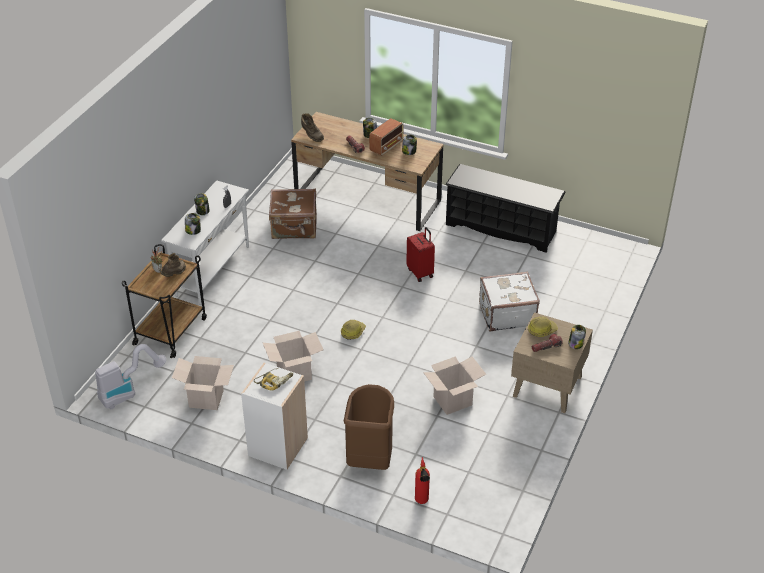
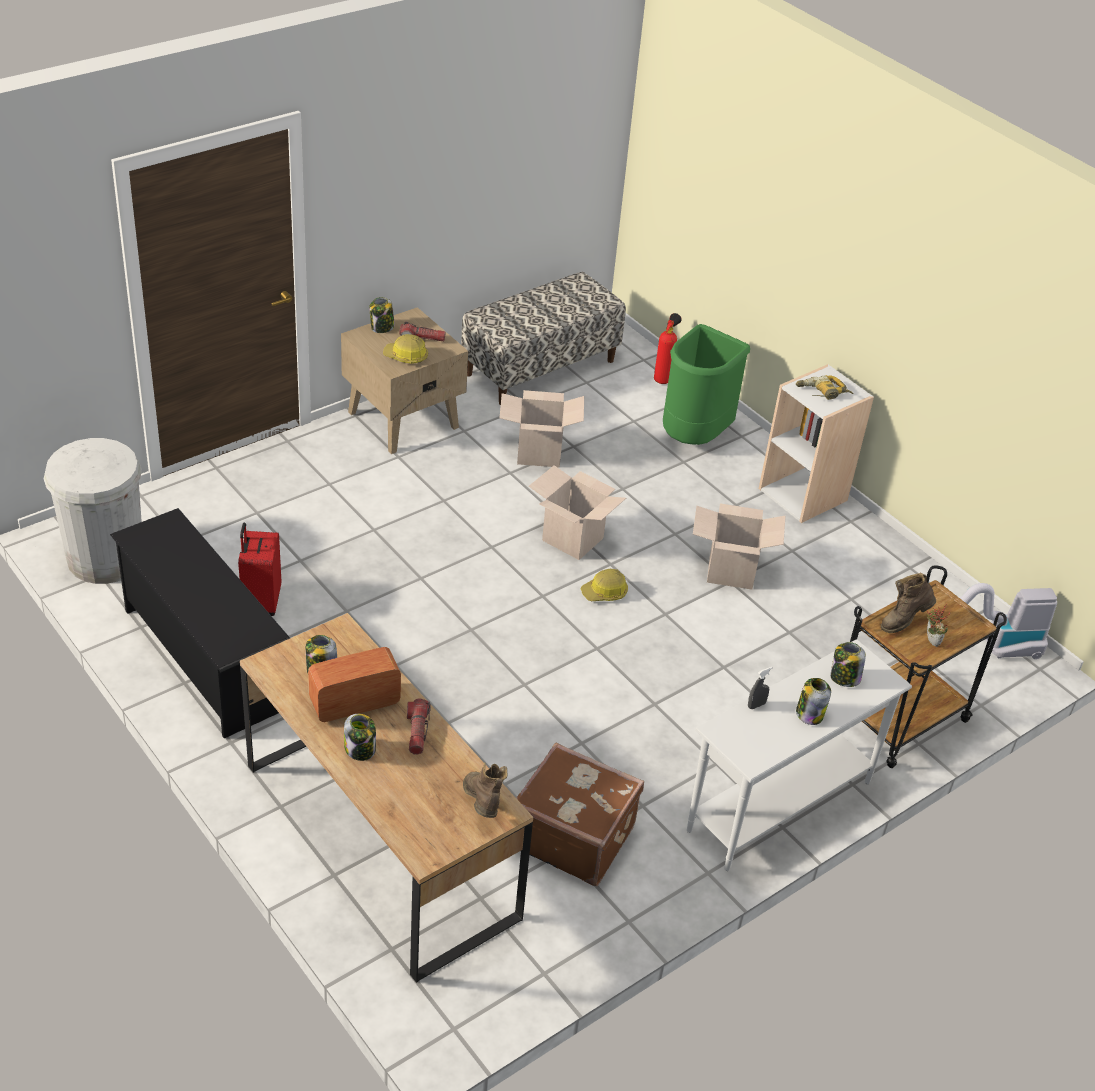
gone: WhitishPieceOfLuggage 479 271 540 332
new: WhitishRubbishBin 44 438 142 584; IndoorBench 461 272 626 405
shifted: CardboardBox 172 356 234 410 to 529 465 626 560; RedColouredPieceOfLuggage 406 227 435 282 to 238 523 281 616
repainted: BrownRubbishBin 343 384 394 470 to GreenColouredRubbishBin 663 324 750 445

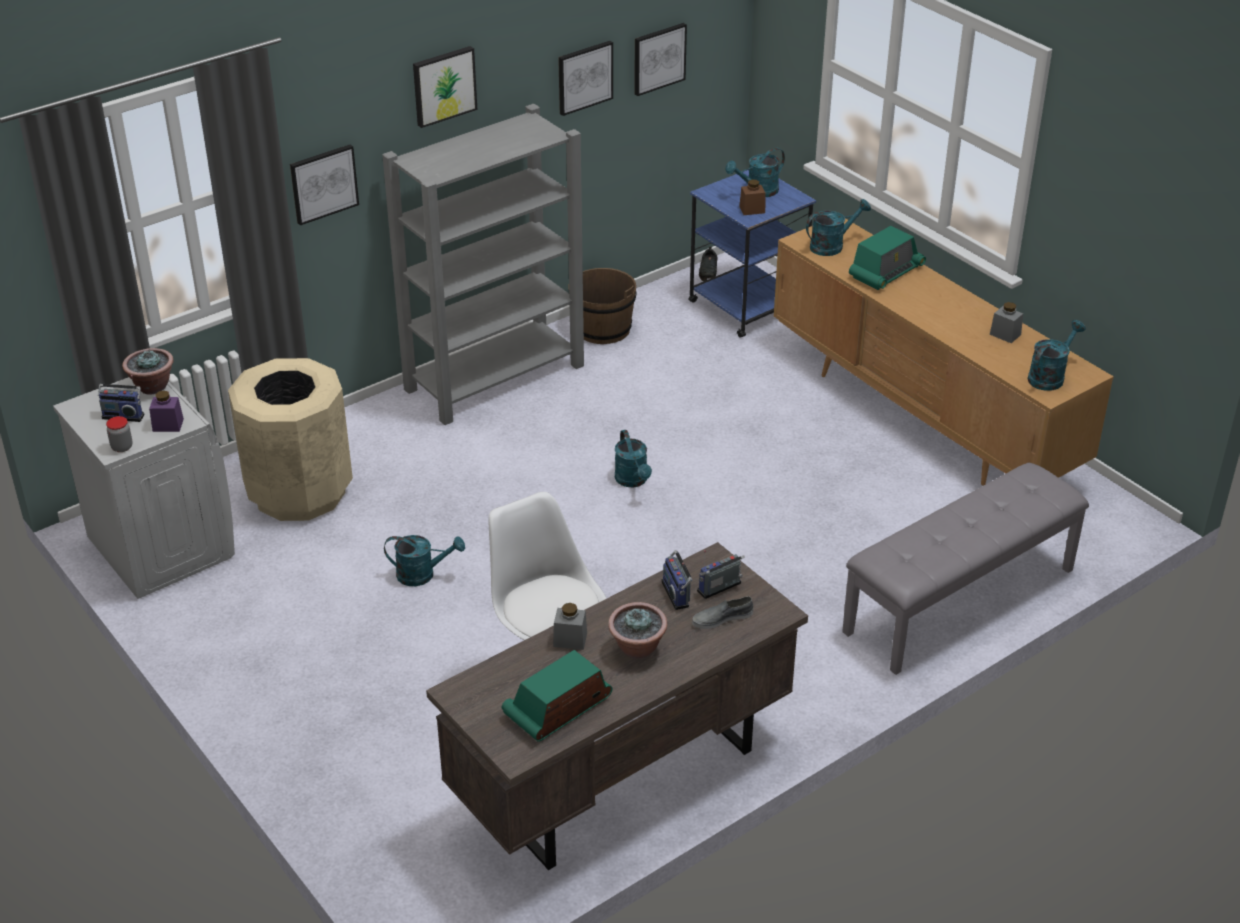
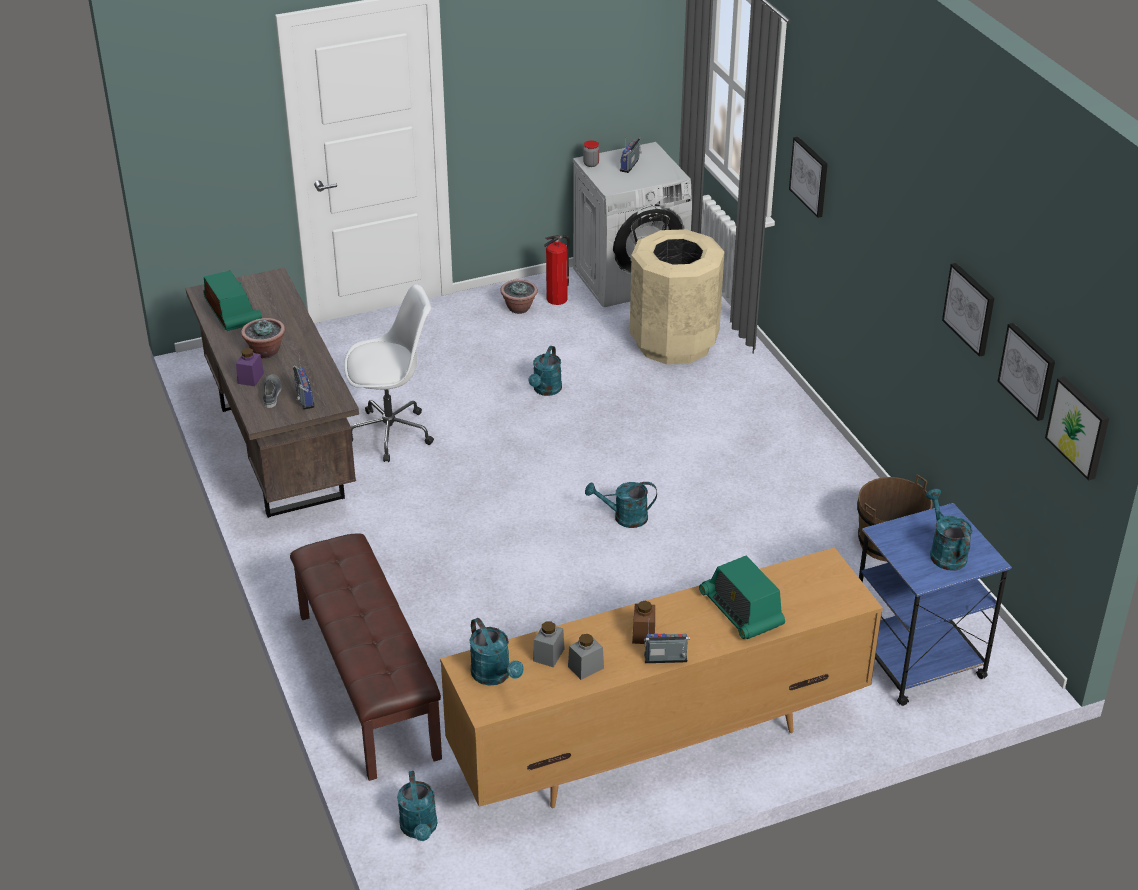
gone: GrayShelvingUnit 382 104 584 425; BlackColouredItemOfFootwear 699 247 717 282
new: FireExtinguisher 544 235 570 305
shifted: Houseplant 122 348 174 395 to 501 280 538 314; PurplishJar 149 390 184 432 to 236 348 264 386; WallArt 413 46 477 128 to 1045 377 1109 481; GrayJar 553 603 587 650 to 533 622 565 668; RadioReceiver 662 550 692 610 to 644 618 690 663; BrownJar 739 179 765 215 to 632 601 655 644; TurquoiseColouredSprinklingCan 806 199 871 256 to 397 771 437 841
repainted: GrayIndoorBench 842 463 1089 675 to BrownIndoorBench 290 534 442 781

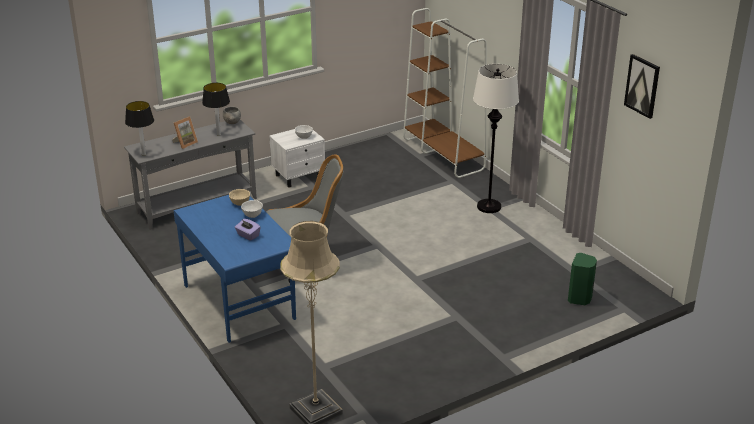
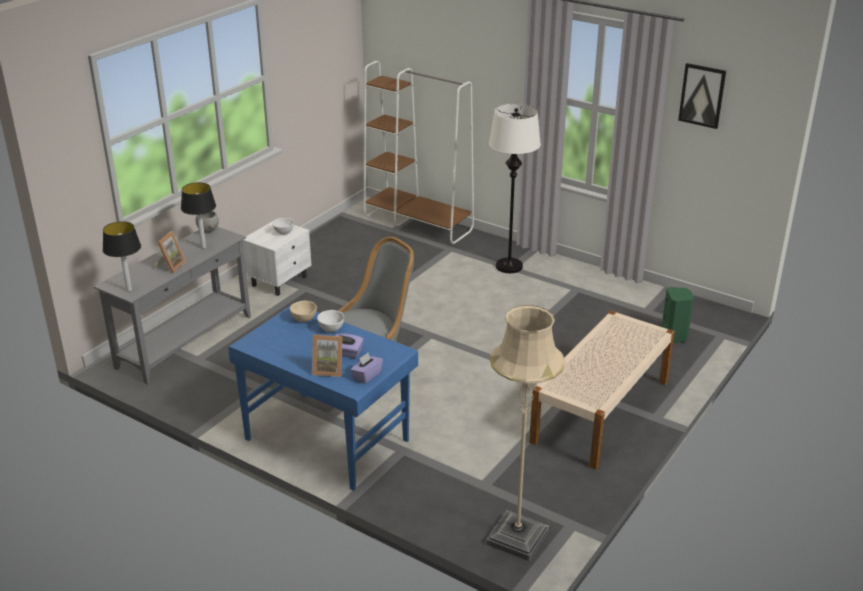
new: PhotoFrame 312 335 342 377; PurplishBoxOfTissues 350 352 383 383; BeigeIndoorBench 529 310 675 470

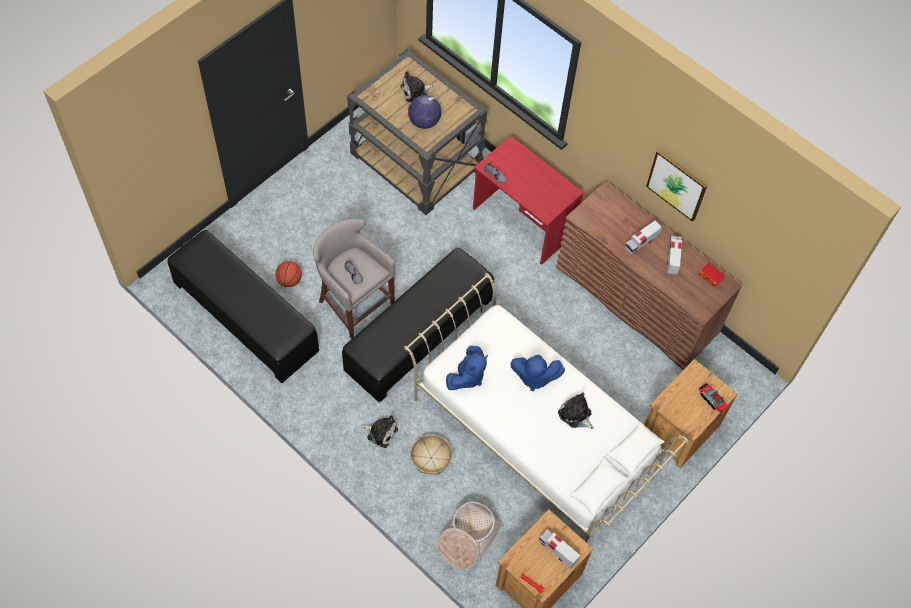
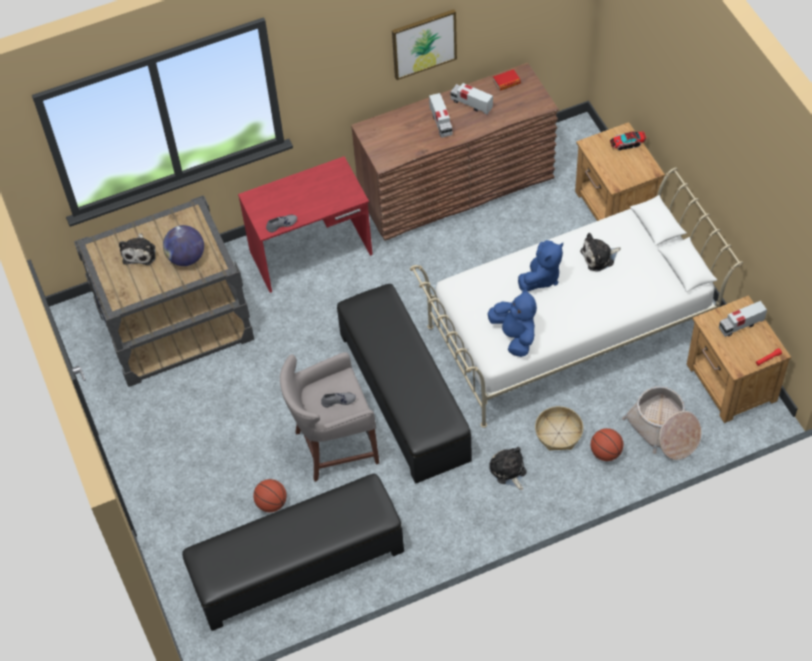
new: Basketball 590 428 623 461
rotated: CuddlyToy 361 415 398 448 = 490 447 527 490 75 degrees counterclockwise

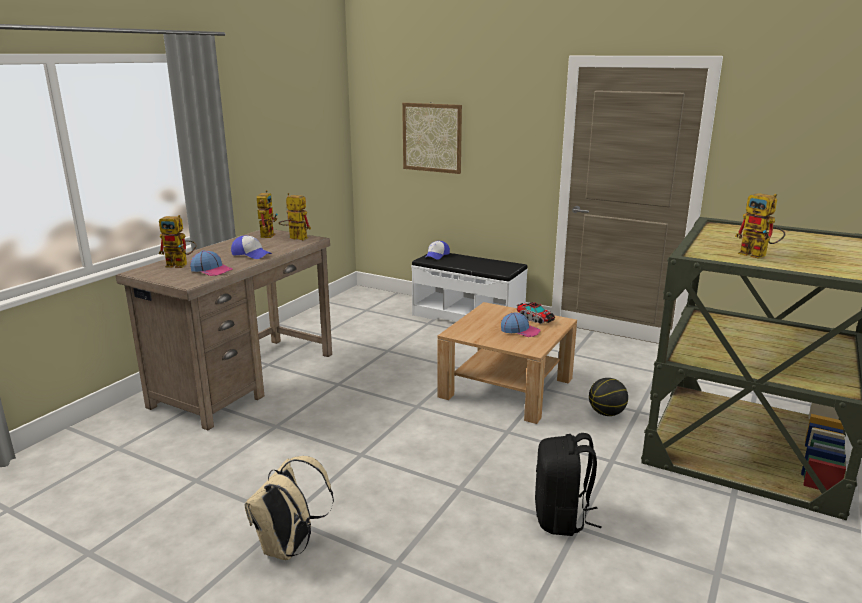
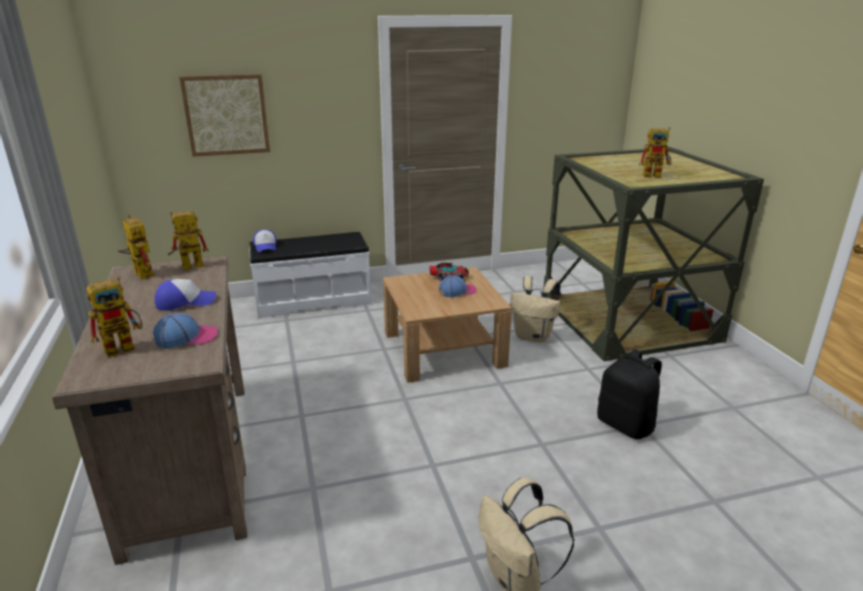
swapped: Basketball 589 378 628 416 to BeigeBackpack 510 276 560 343

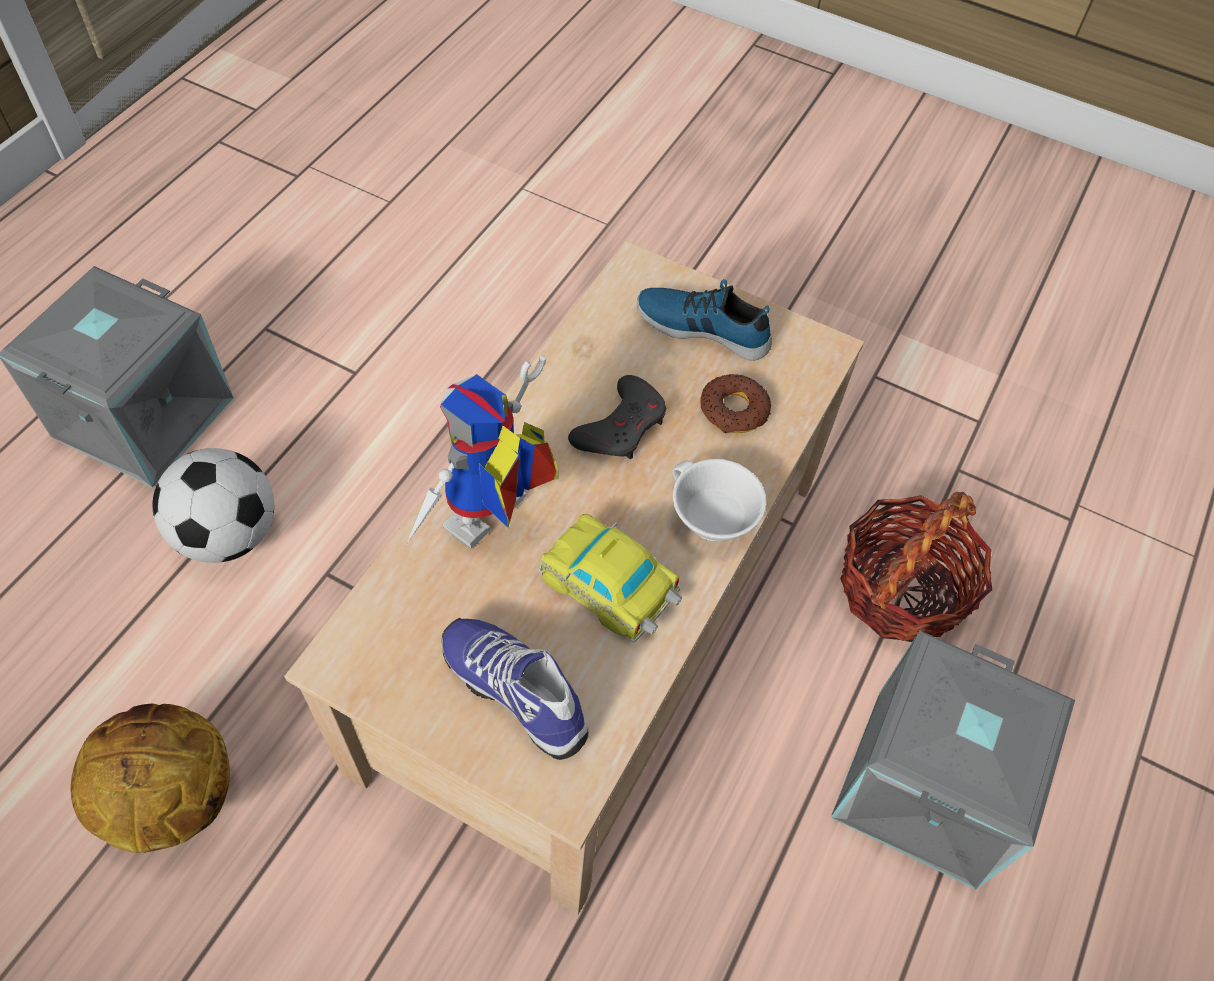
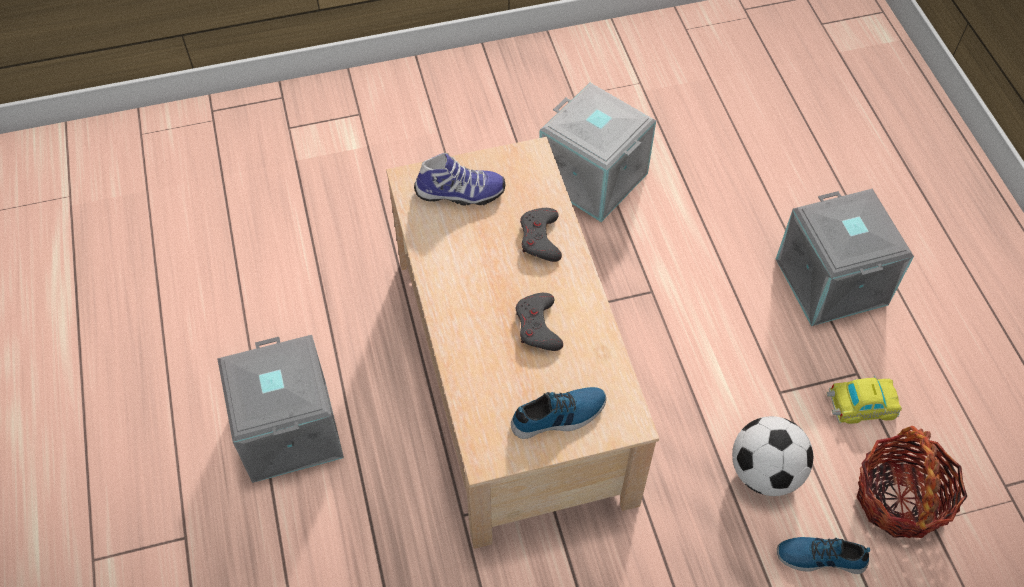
gone: WhitishCup 672 459 767 541; Doughnut 701 374 771 433
new: ItemOfFootwear 777 537 870 574
shifted: Football 152 448 274 563 to 732 416 813 496; MiniatureCar 539 514 682 643 to 827 375 902 424; Basket 840 492 992 642 to 857 426 967 538
swapped: Basketball 71 704 230 853 to GrayStorageContainer 539 83 656 222; ToyRobot 405 355 559 549 to GrayGameController 520 208 562 262

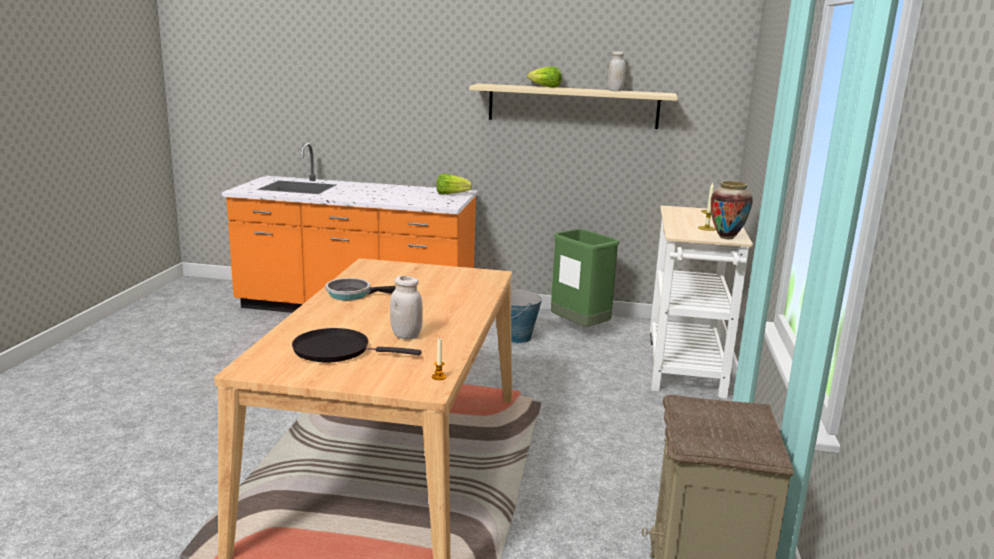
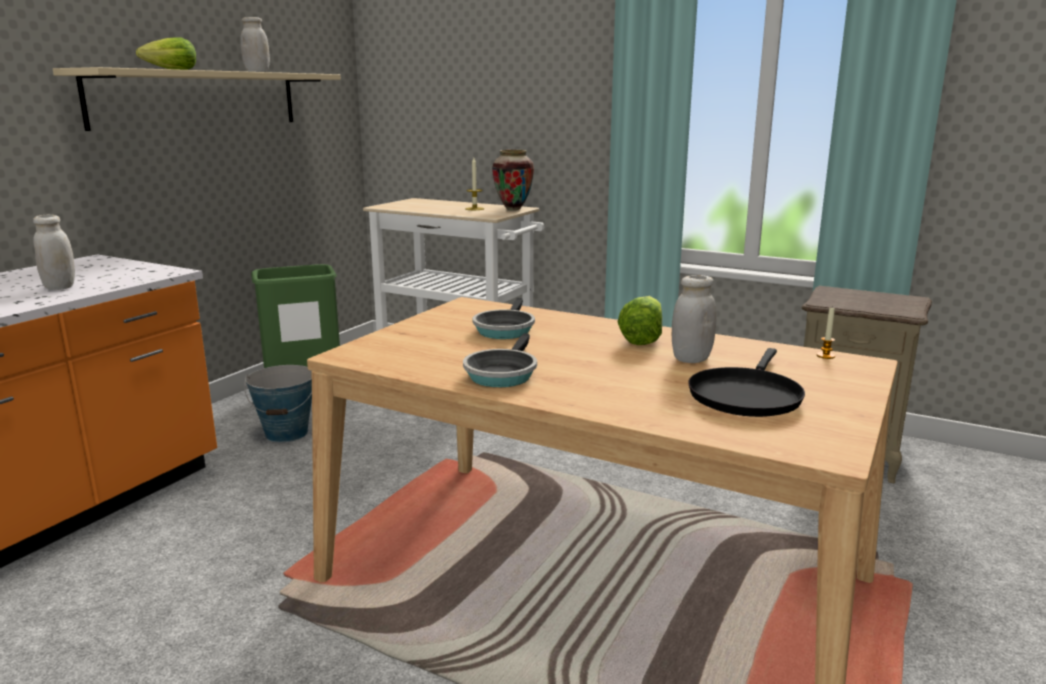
new: WhitishJar 33 215 75 290; FryingPan 472 298 535 339
shifted: HeadOfLettuce 437 174 472 195 to 618 296 662 345

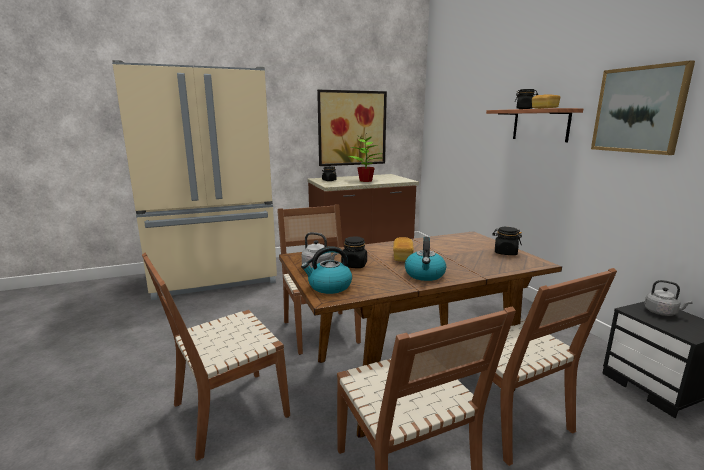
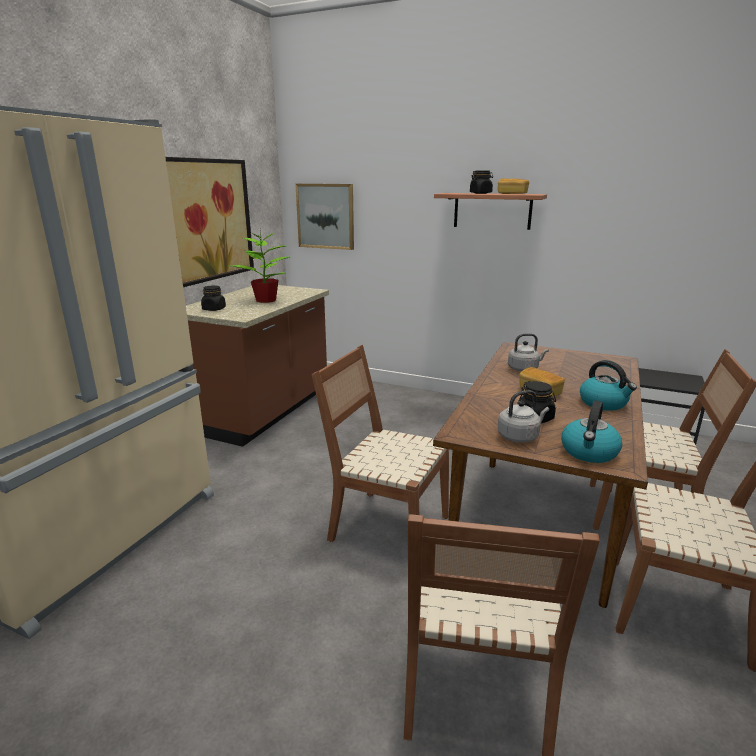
gone: BlackColouredJar 493 227 522 255
shifted: WallArt 591 60 695 155 to 295 184 354 250; GrayTeaKettle 644 280 693 316 to 508 333 549 371

